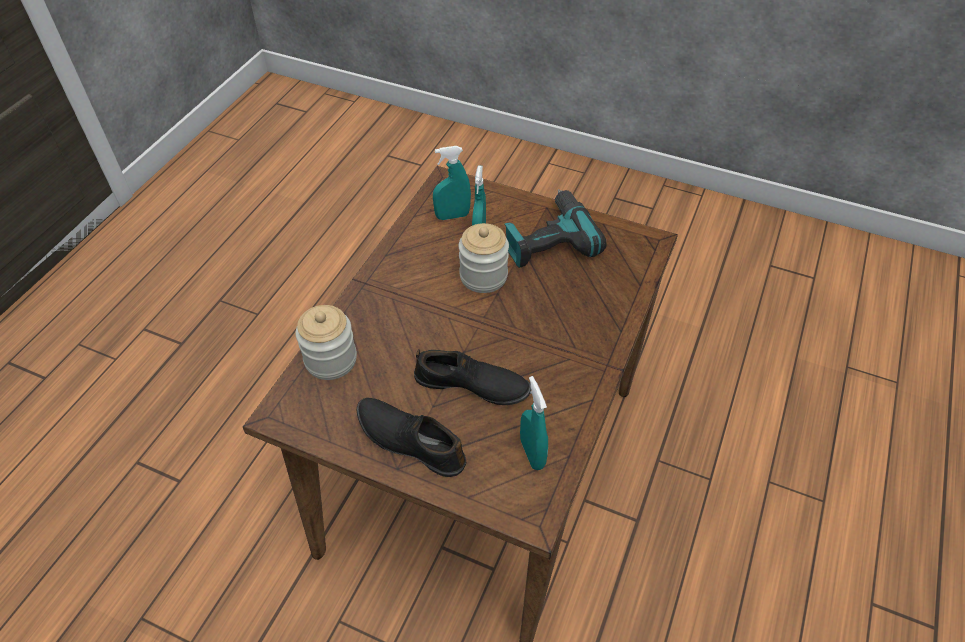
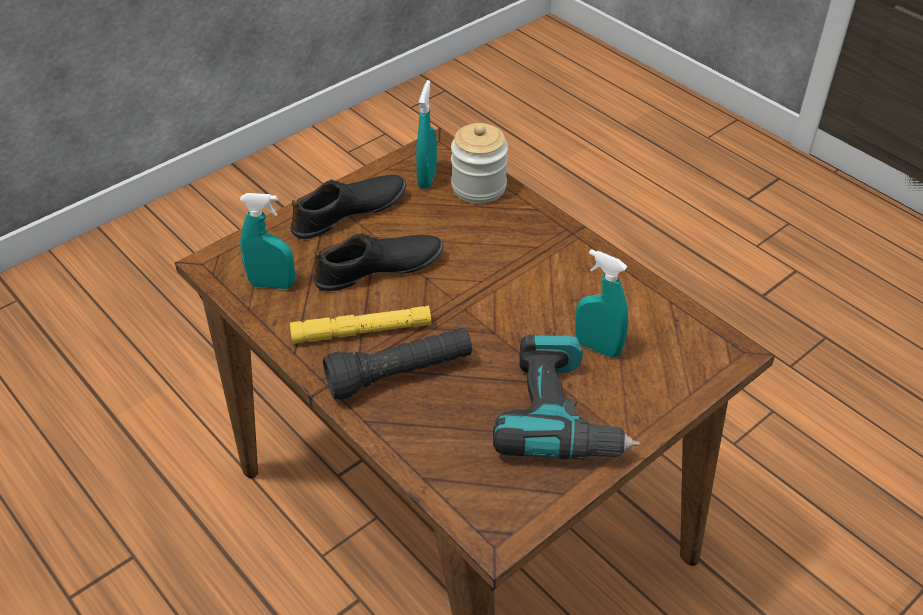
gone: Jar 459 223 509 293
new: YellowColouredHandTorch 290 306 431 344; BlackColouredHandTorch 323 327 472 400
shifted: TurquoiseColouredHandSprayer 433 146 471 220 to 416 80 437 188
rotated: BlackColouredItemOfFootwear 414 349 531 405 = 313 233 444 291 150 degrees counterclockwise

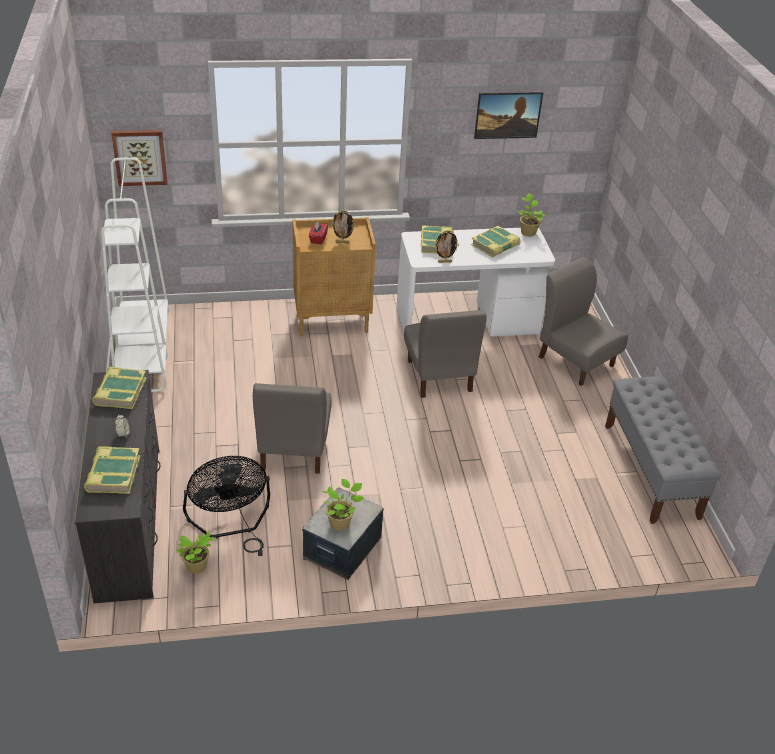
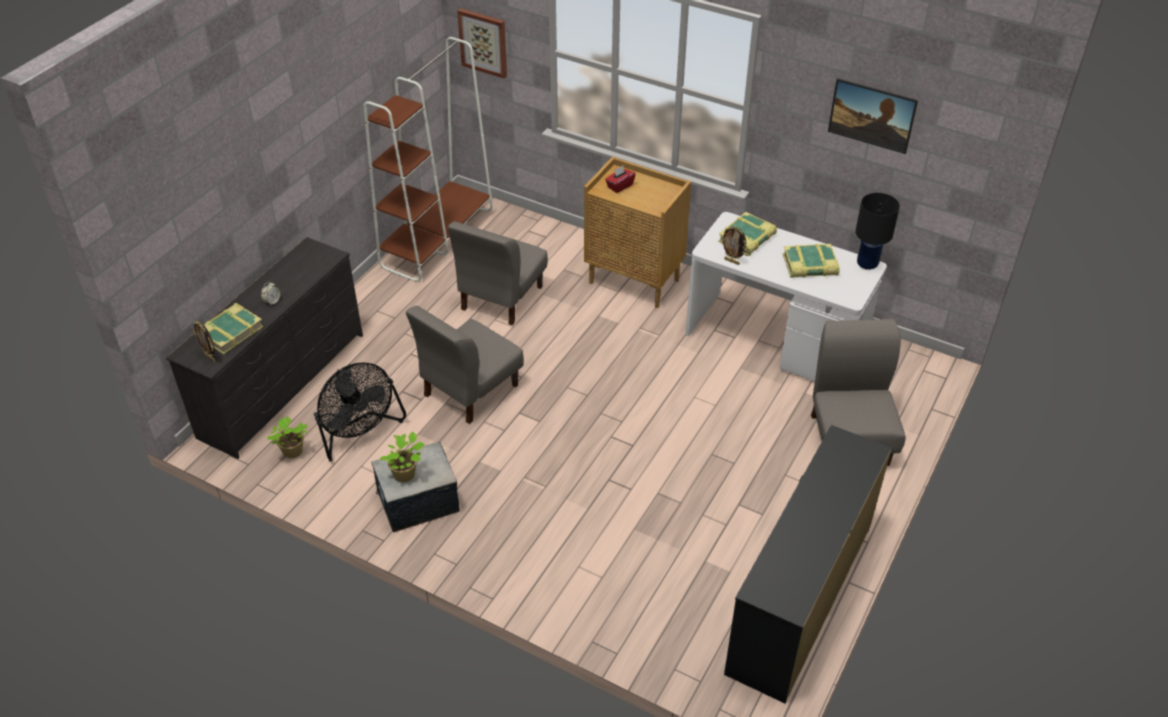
gone: Book 92 367 147 409
shifted: PhotoFrame 331 210 355 243 to 193 321 215 362; GrayUprightChair 404 310 487 398 to 448 221 548 326
swapped: Houseplant 517 193 545 237 to BlackColouredTableLamp 855 193 900 270; GrayIndoorBench 605 376 721 524 to BlackColouredDresser 724 425 892 704
repainted: WhitishGarmentStand 101 157 169 392 to BrownGarmentStand 364 37 493 281
rotated: BlackColouredFan 183 456 270 556 = 314 363 406 462 120 degrees clockwise

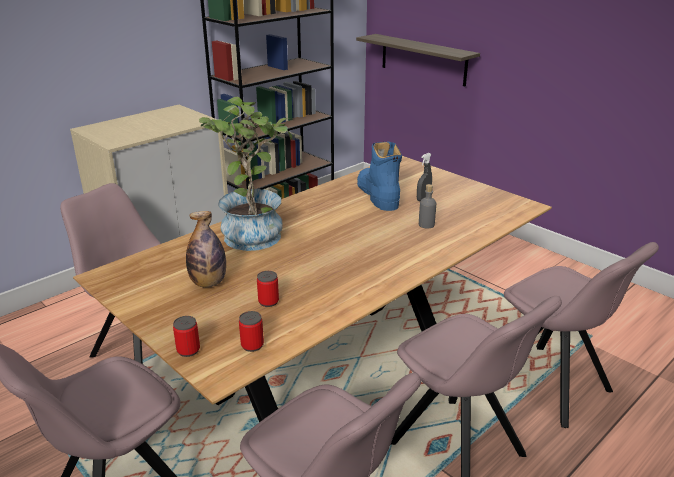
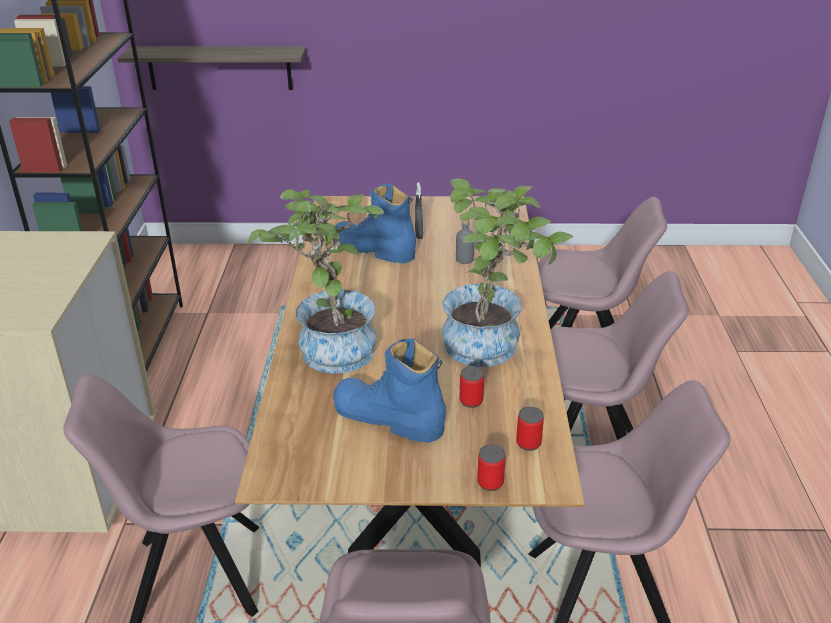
new: Houseplant 442 179 573 367
swapped: DrinkBottle 186 211 226 288 to BlueColouredTallBoot 333 339 446 443

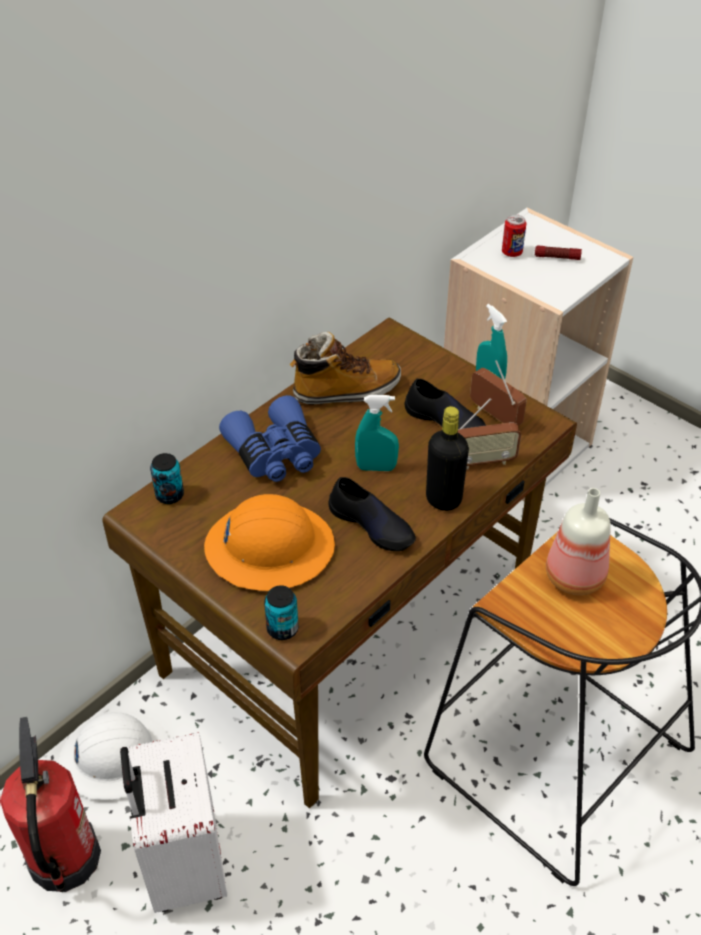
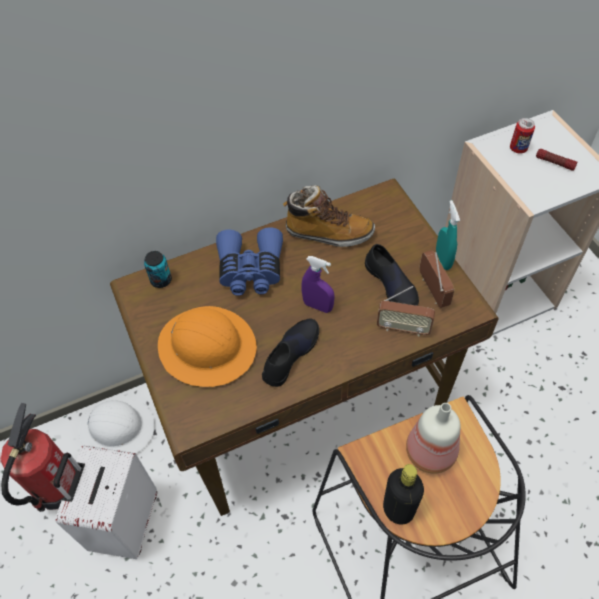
gone: SealedCan 264 585 298 640
shifted: BlackColouredDrinkBottle 426 406 469 511 to 383 464 424 525
repainted: TurquoiseColouredHandSprayer 355 395 399 471 to PurplishHandSprayer 301 256 335 313
rotated: BlackColouredItemOfFootwear 329 477 416 551 = 262 318 319 387 120 degrees counterclockwise

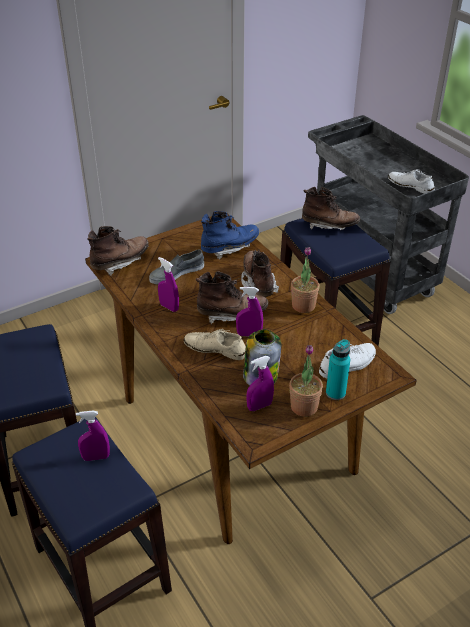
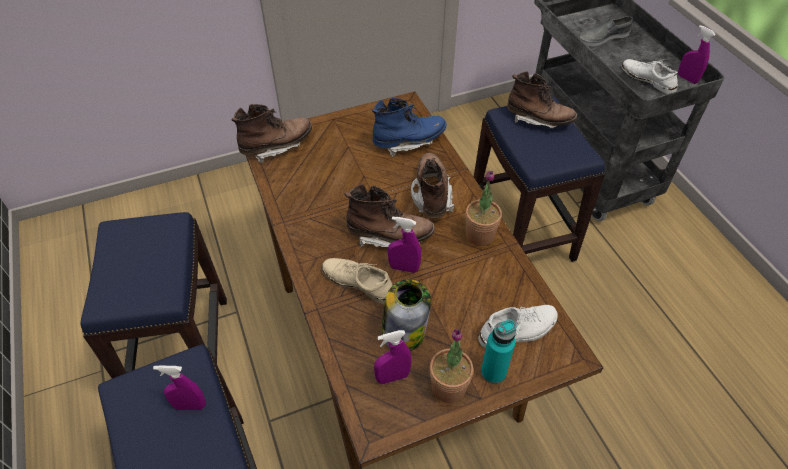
shifted: GrayItemOfFootwear 149 249 204 284 to 580 16 633 46; PurplishHandSprayer 158 257 179 312 to 678 25 716 84

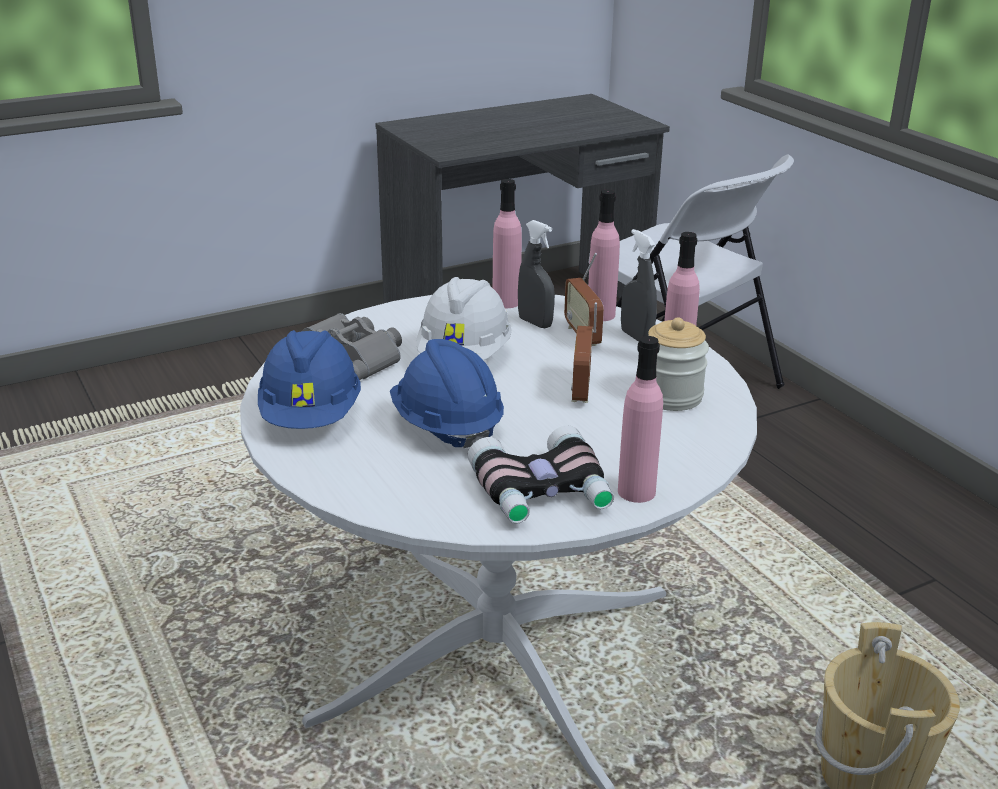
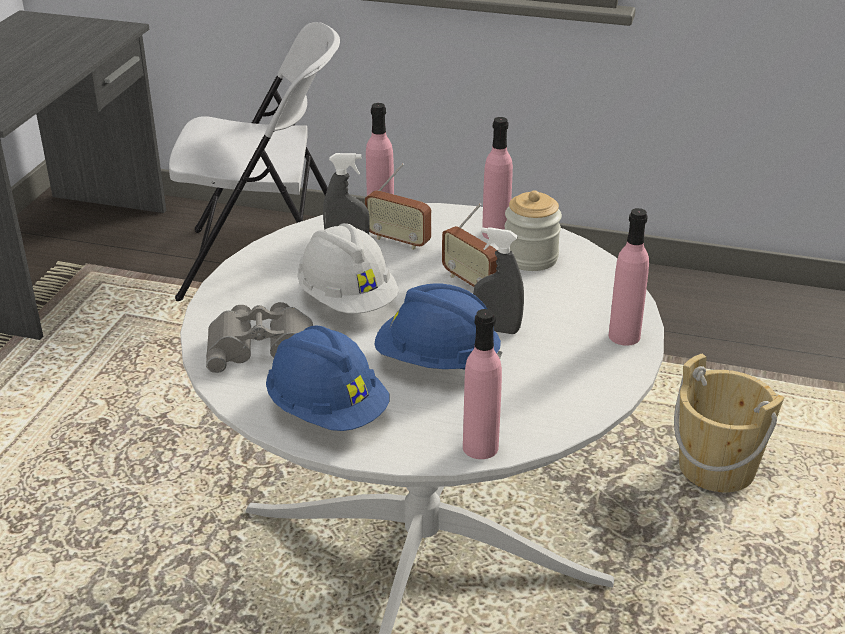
gone: PairOfBinoculars 468 426 614 523
shifted: PinkColouredDrinkBottle 493 179 522 308 to 463 309 502 459; GrayHandSprayer 621 229 657 342 to 473 227 524 334

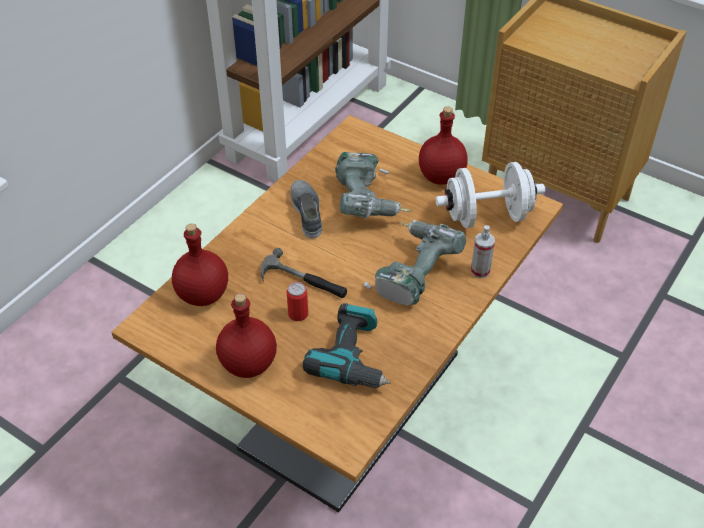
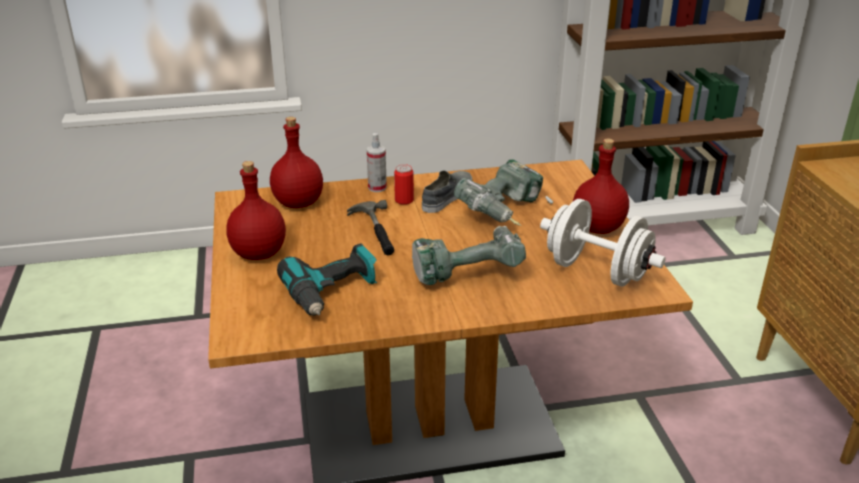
shifted: SealedCan 287 282 308 321 to 394 164 414 205; HandSprayer 471 225 495 278 to 367 133 387 192

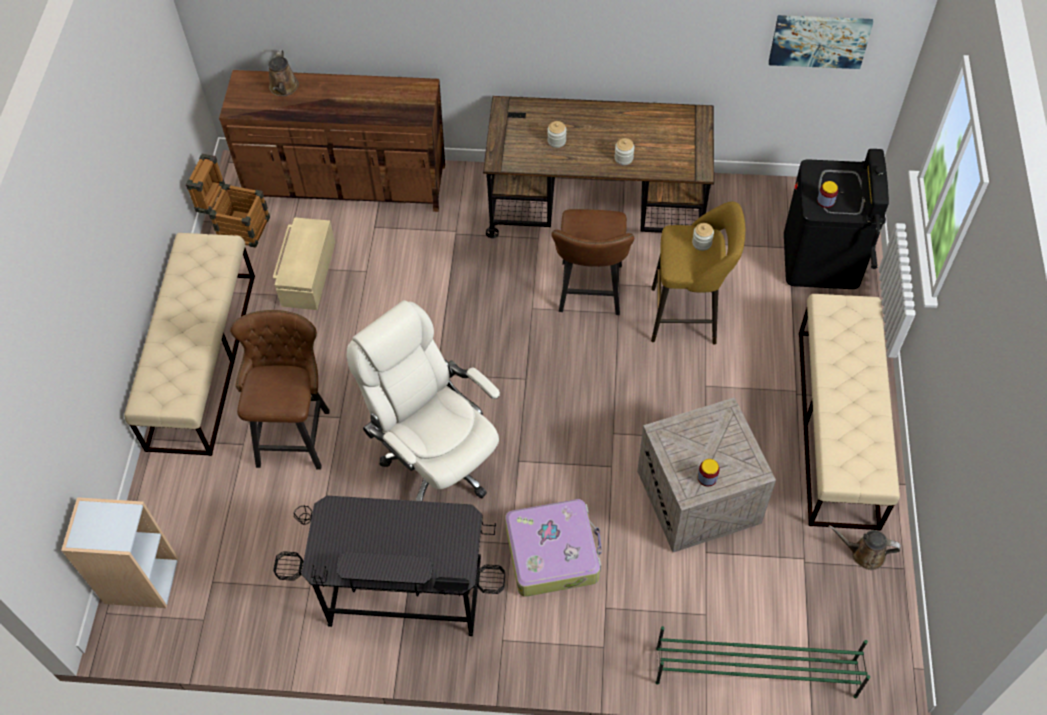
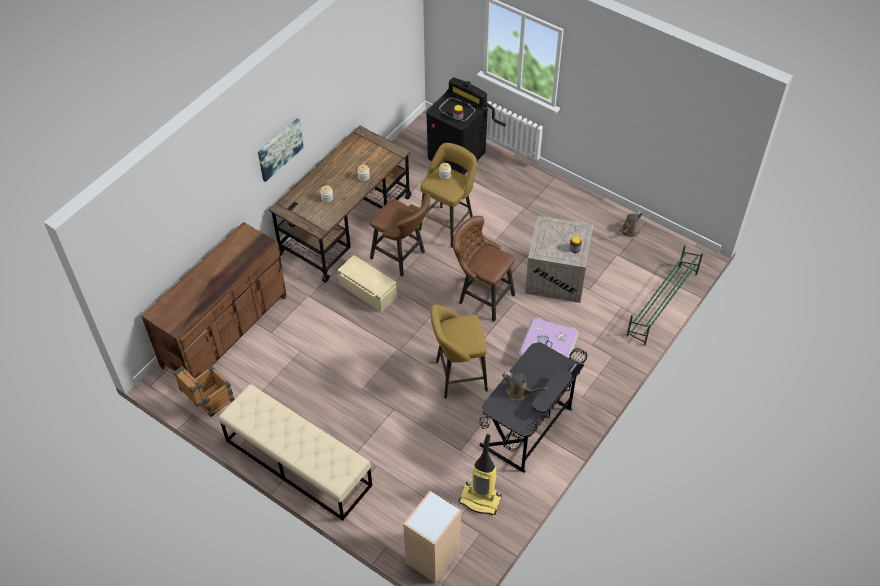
gone: BeigeIndoorBench 799 294 900 531
new: Vacuum 459 434 502 515
shifted: BrownStool 230 310 330 470 to 453 216 515 322; BrownSprinklingCan 268 50 299 96 to 502 371 548 400; BeigeStorageContainer 273 217 335 310 to 338 255 397 312; WallArt 769 15 873 69 to 258 118 304 182
swapped: WhitishDeskChair 347 300 500 501 to YellowColouredStool 430 304 488 398

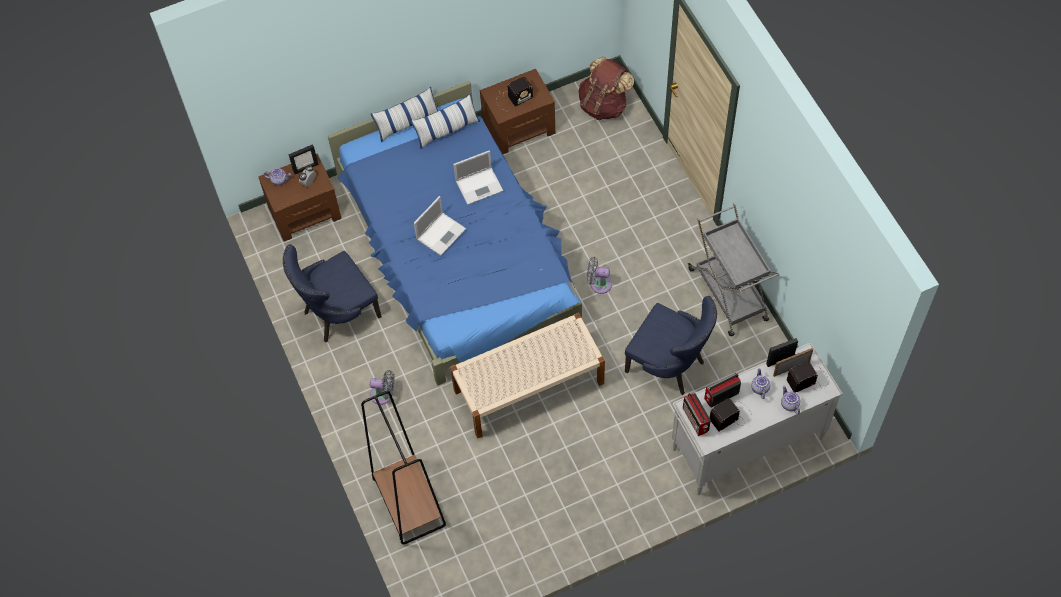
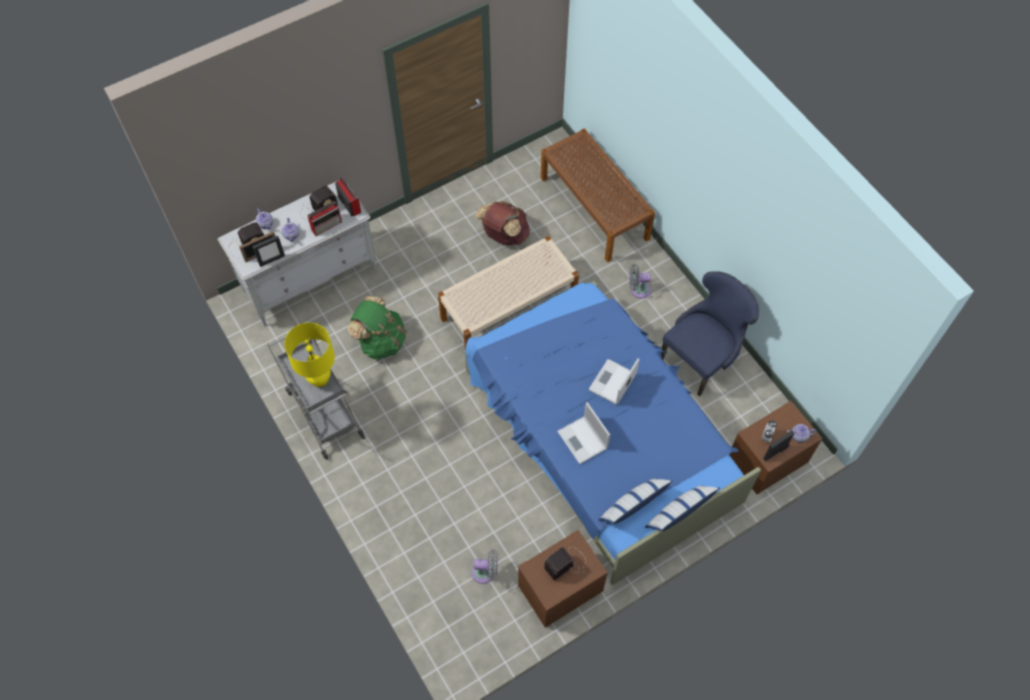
new: YellowColouredTableLamp 284 323 335 387
shifted: BrownBackpack 578 56 634 120 to 476 201 530 245; GrayFan 586 257 612 294 to 472 549 498 584
swapped: GarmentStand 361 391 446 544 to BrownIndoorBench 541 128 655 263; BlueColouredUprightChair 625 296 717 395 to GreenColouredBackpack 348 296 407 360
rotated: NotebookComputer 453 150 503 205 = 557 402 610 464 90 degrees counterclockwise

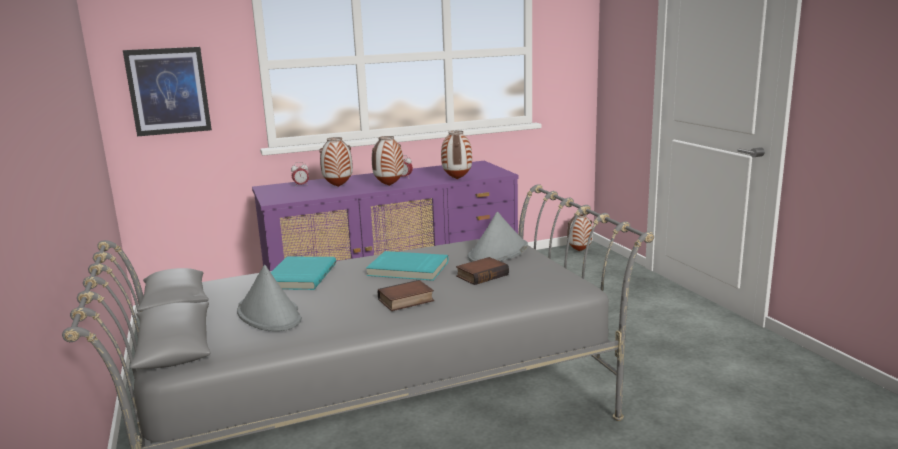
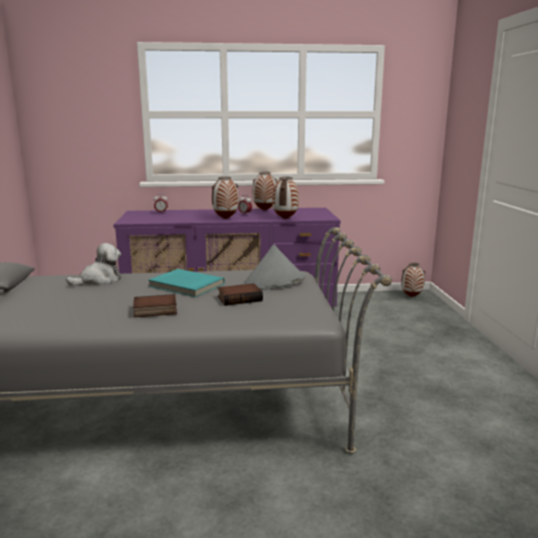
gone: WallArt 123 47 212 136; GrayClothingHat 237 265 302 331
shifted: Vase 319 137 353 187 to 253 172 277 211
swapped: TurquoiseColouredBook 271 256 336 290 to CuddlyToy 66 243 121 285

